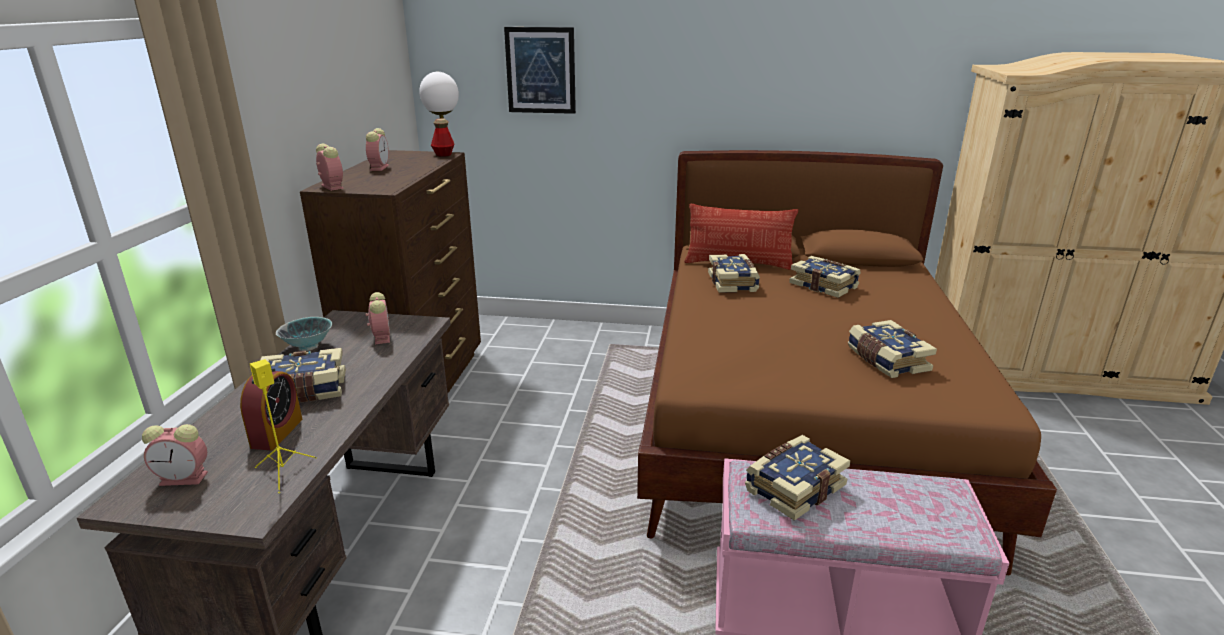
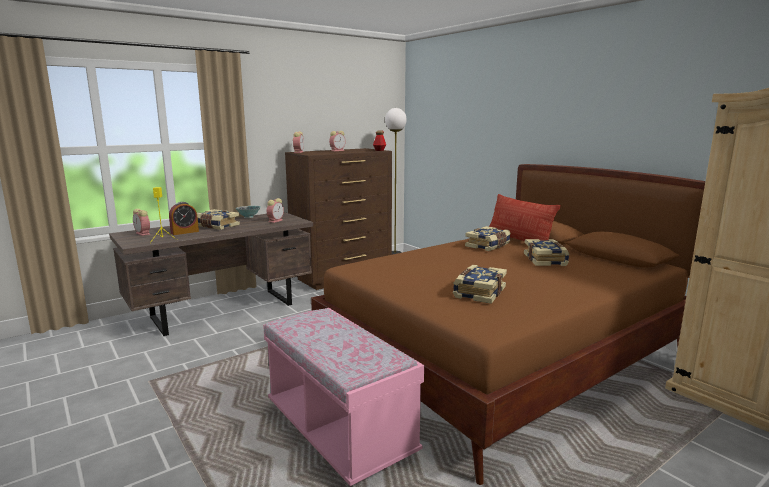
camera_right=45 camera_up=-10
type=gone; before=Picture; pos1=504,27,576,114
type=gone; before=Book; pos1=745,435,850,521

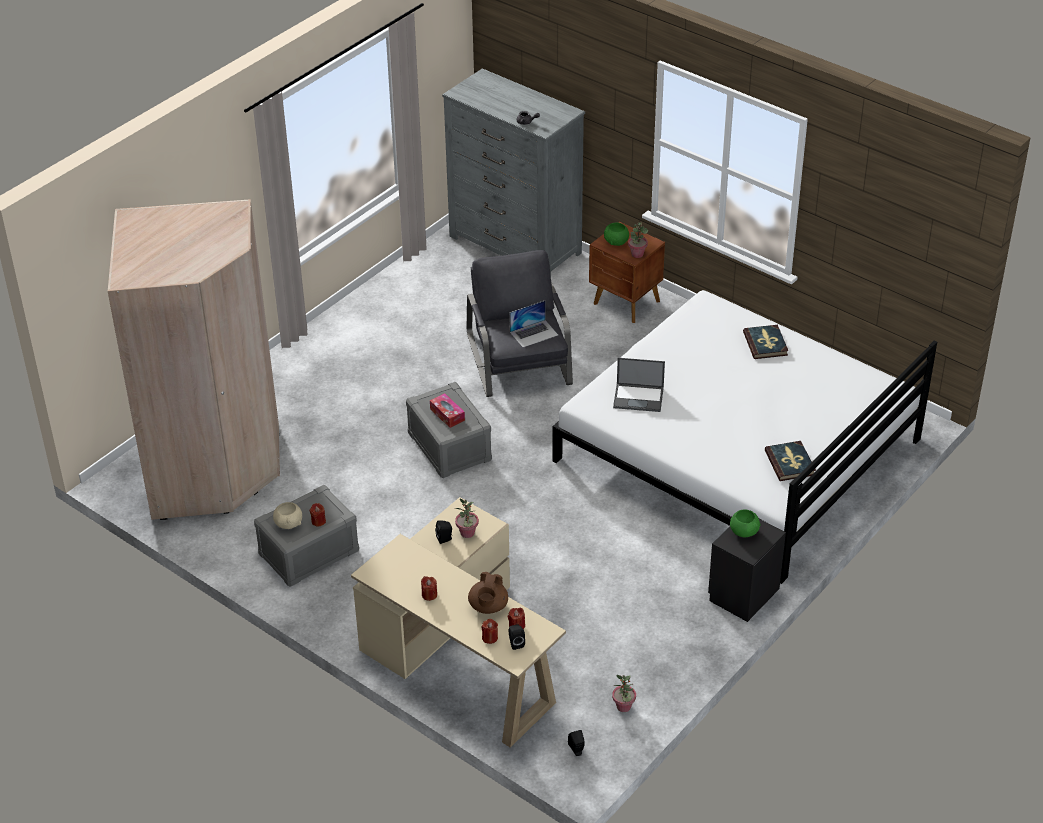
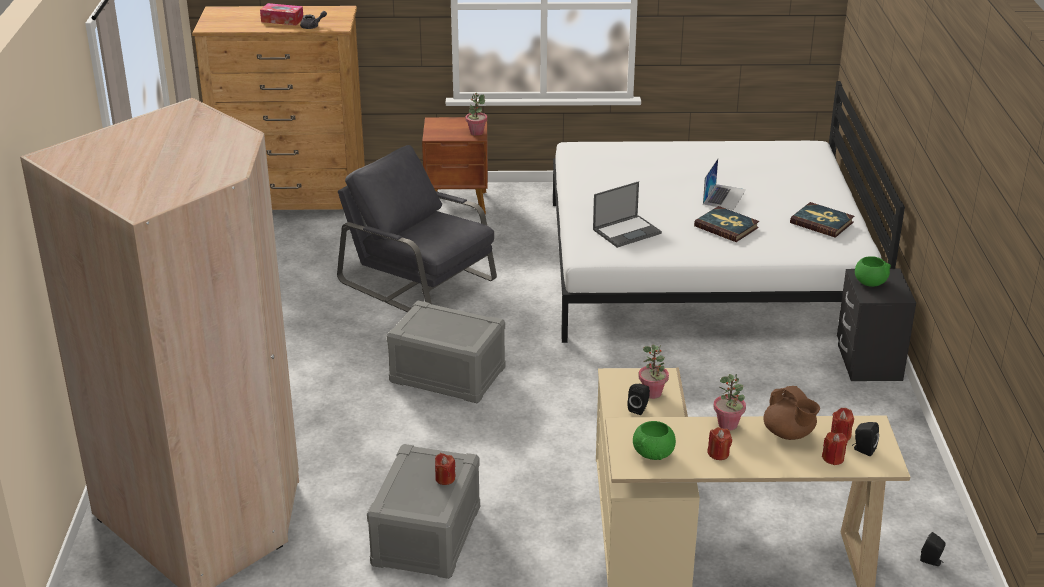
camera_right=-40 camera_up=-10
type=repainted; before=GreyDresser; after=BrownDresser; pos1=442,68,585,275; pos2=192,6,365,210
type=shifted; before=TissueBox; pos1=430,393,465,428; pos2=260,3,303,25
type=shifted; before=GreenBowl; pos1=604,222,629,246; pos2=633,421,676,460
type=shifted; before=Book; pos1=743,325,788,359; pos2=694,206,759,242
type=shifted; before=Laptop; pos1=510,300,558,347; pos2=703,159,746,210
type=shifted; before=PottedPlant; pos1=612,675,636,712; pos2=713,374,746,431
type=gone; before=BeigeBowl; pos1=273,502,302,529

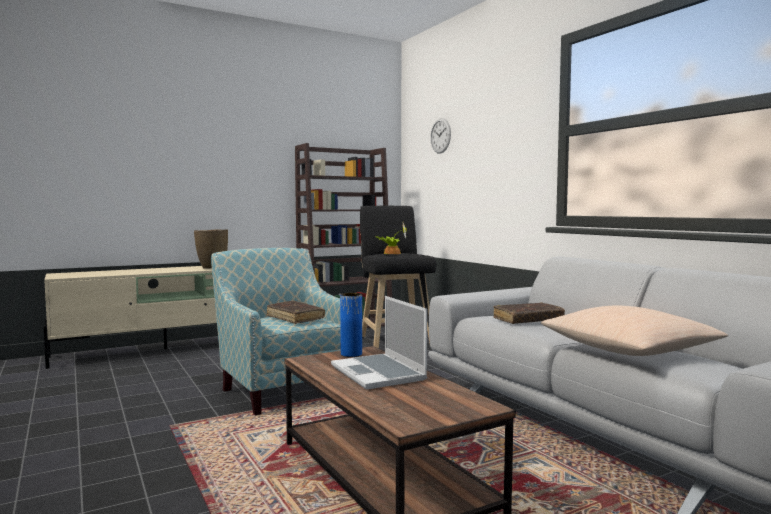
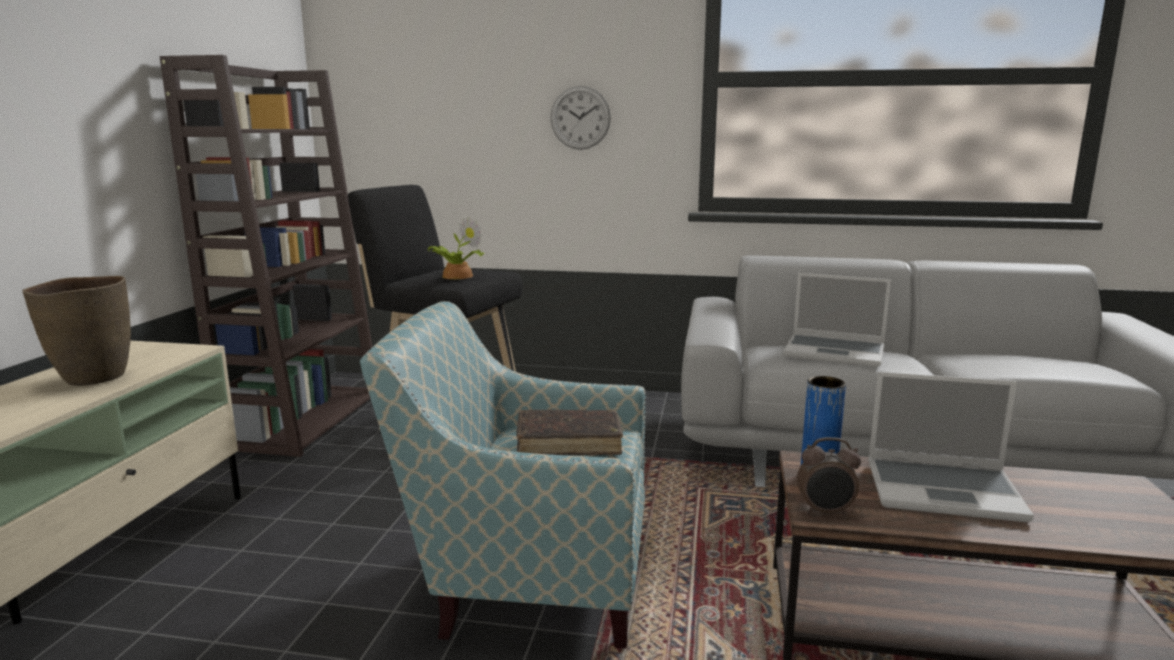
camera_right=-50 camera_up=10
type=shifted; before=WallClock; pos1=430,118,451,154; pos2=550,86,611,150
type=swapped; before=BrownBook; after=Laptop; pos1=493,302,565,324; pos2=783,273,891,367
type=new; after=AlarmClock; pos2=797,437,861,516
type=gone; before=BeigePillow; pos1=541,306,728,356

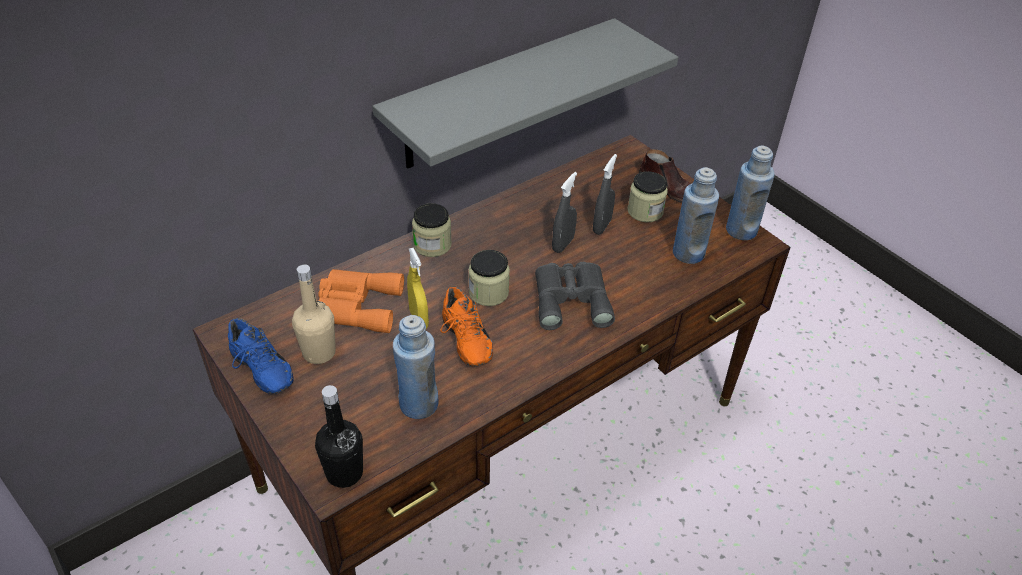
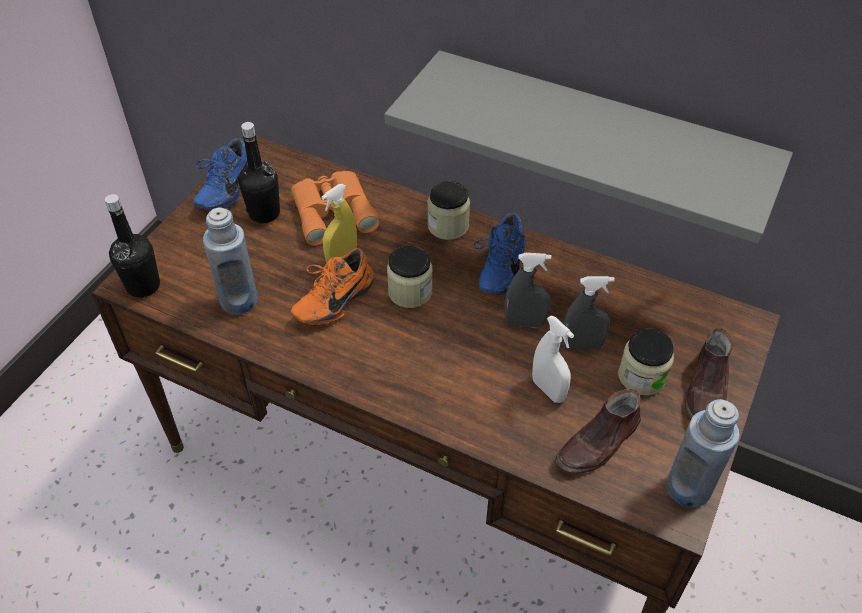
camera_right=65 camera_up=5
type=repainted; before=BeigeBottle; after=BlackBottle; pos1=292,264,336,364; pos2=238,122,280,223
type=new; after=BlueShoe; pos2=473,212,525,295
type=new; after=WhiteSprayBottle; pos2=532,315,574,403
type=swapped; before=BlueBottle; after=BrownShoe; pos1=673,167,719,264; pos2=556,389,641,473
type=gone; before=GreyBinoculars; pos1=535,262,615,330

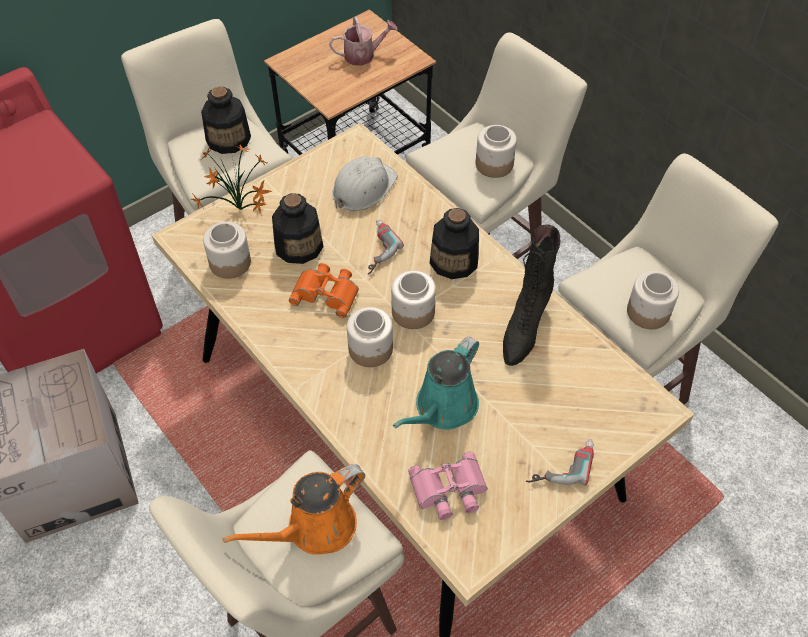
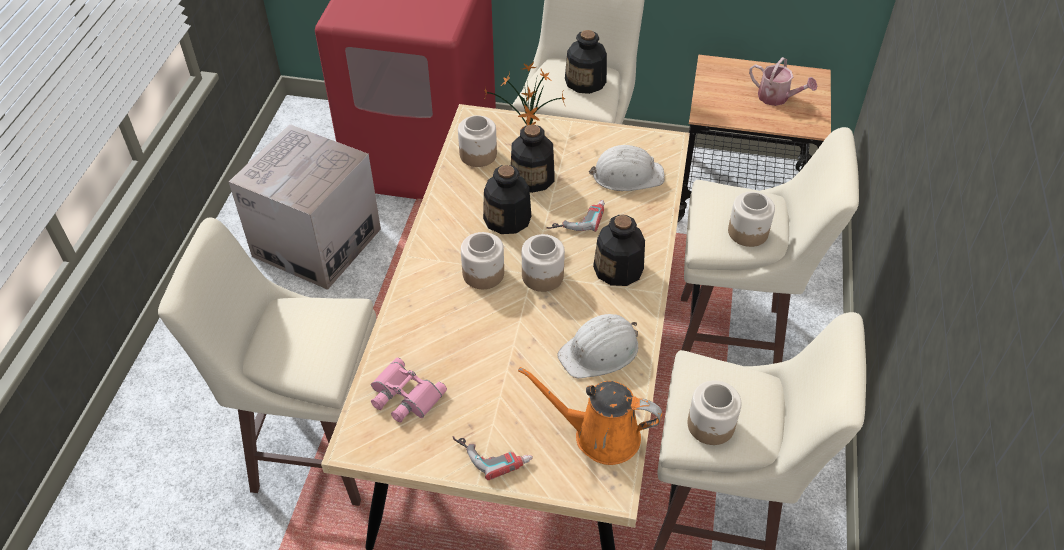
camera_right=50 camera_up=-5
type=swapped; before=OrangeBinoculars; after=Bottle; pos1=289,263,359,318; pos2=483,165,531,234
type=shifted; before=OrangeWateringCan; pos1=222,464,365,555; pos2=518,367,662,465
type=swapped; before=BlackBoot; after=WhiteHardHat; pos1=503,225,560,366; pos2=558,314,638,378
type=gone; before=TurquoiseWateringCan; pos1=393,337,479,430

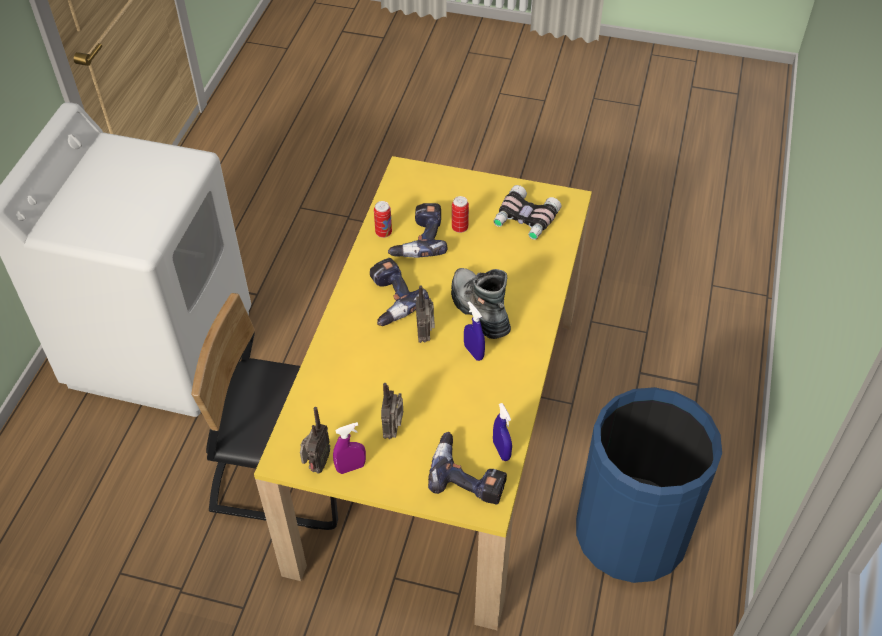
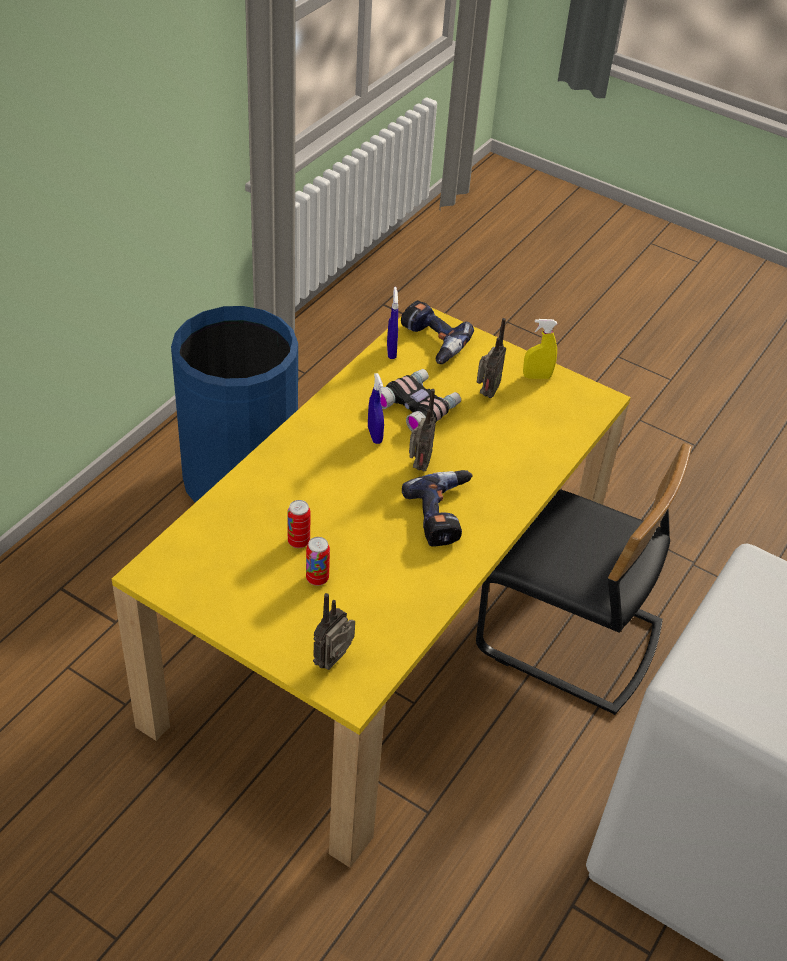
camera_right=-165 camera_up=-5
type=shifted; before=Can; pos1=374,201,392,238; pos2=288,500,311,548
type=shifted; before=Radio; pos1=300,407,330,474; pos2=313,593,355,670
type=shifted; before=Binoculars; pos1=493,185,562,240; pos2=381,369,461,431
type=repainted; before=PurpleSprayBottle; after=YellowSprayBottle; pos1=333,422,366,474; pos2=523,319,557,379
type=gone; before=PowerDrill; pos1=388,203,448,258
type=gone; before=Boot; pos1=451,268,511,339

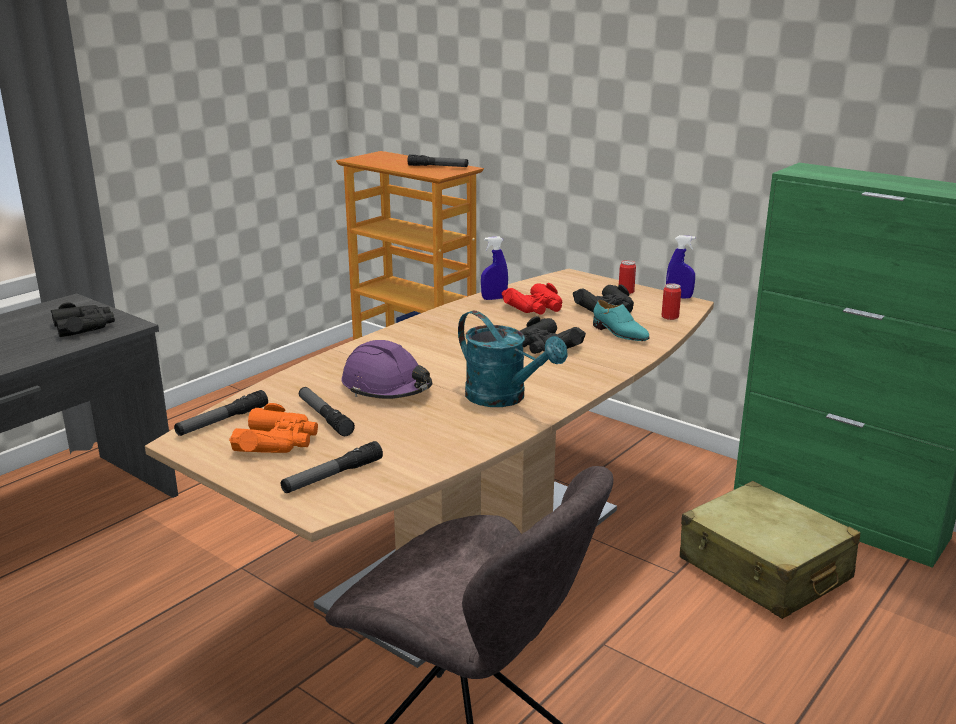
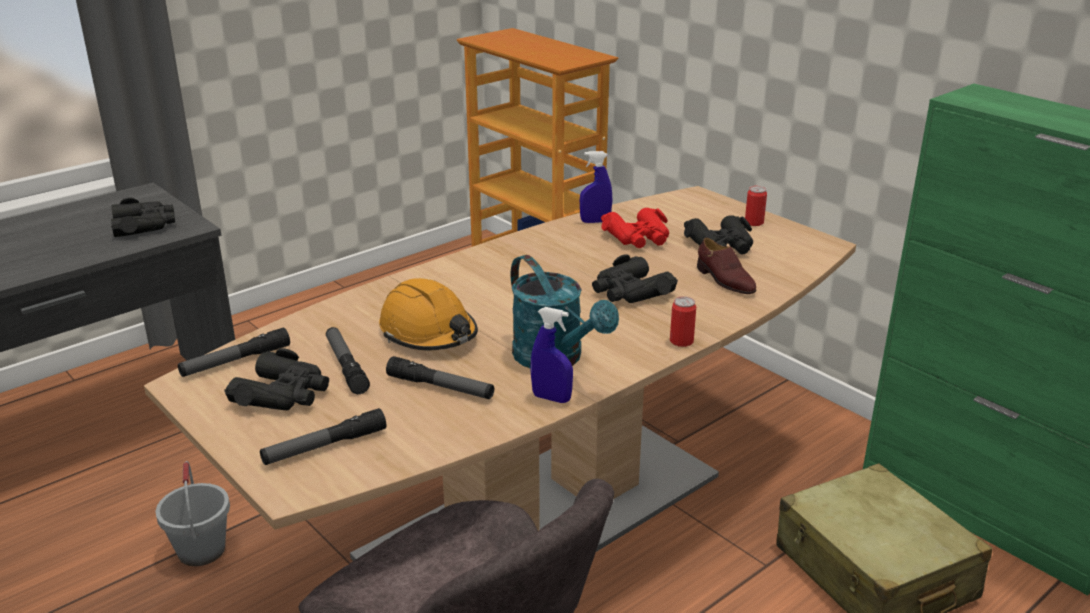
camera_right=10 camera_up=5
type=new; after=GreyBucket; pos2=155,461,230,566
type=repainted; before=OrangeBinoculars; after=BlackBinoculars; pos1=229,403,318,453; pos2=224,348,329,410
type=repainted; before=PurpleHardHat; after=OrangeHardHat; pos1=341,340,432,399; pos2=379,278,478,350
type=shifted; before=Flashlight; pos1=407,155,468,167; pos2=386,356,494,399
type=shifted; before=BlueSprayBottle; pos1=666,235,695,299; pos2=530,307,573,403
type=shifted; before=Can; pos1=662,283,681,320; pos2=670,296,696,347
type=repainted; before=TurquoiseShoe; after=BrownShoe; pos1=593,300,650,341; pos2=697,238,756,294

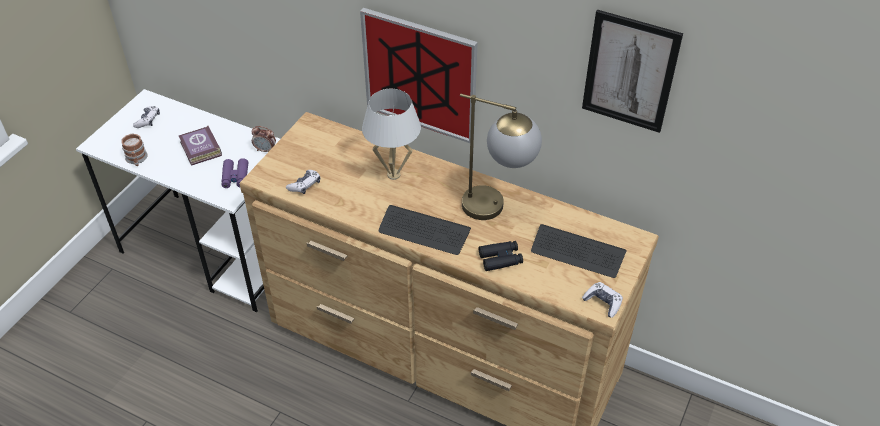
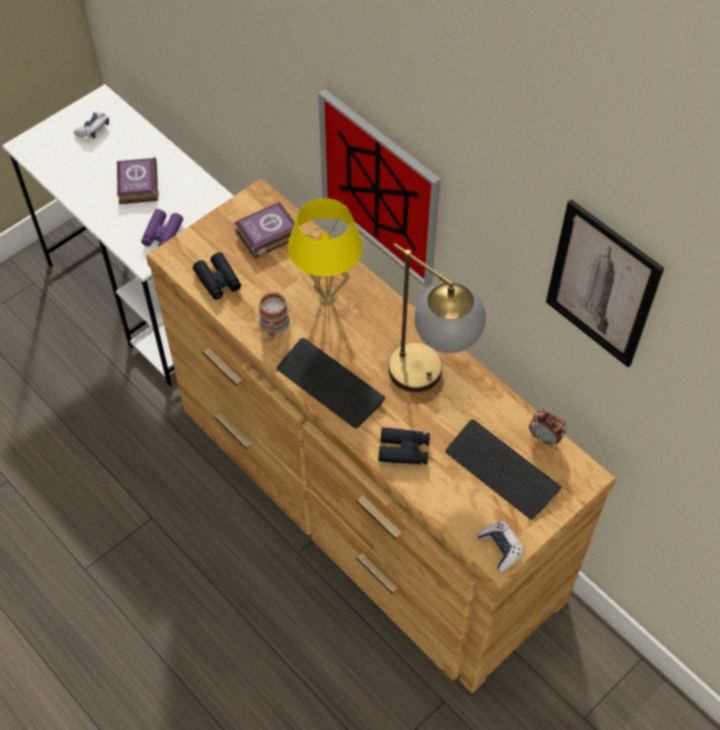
camera_right=20 camera_up=10
type=swapped; before=GameController; after=BlackBinoculars; pos1=286,170,320,194; pos2=193,253,241,300
type=new; after=Book; pos2=234,202,295,258
type=shifted; before=Mug; pos1=121,134,148,166; pos2=259,292,290,340
type=repainted; before=WhiteTableLamp; after=YellowTableLamp; pos1=362,89,421,180; pos2=288,198,363,304
type=shifted; before=AlarmClock; pos1=252,126,276,152; pos2=529,409,566,447

